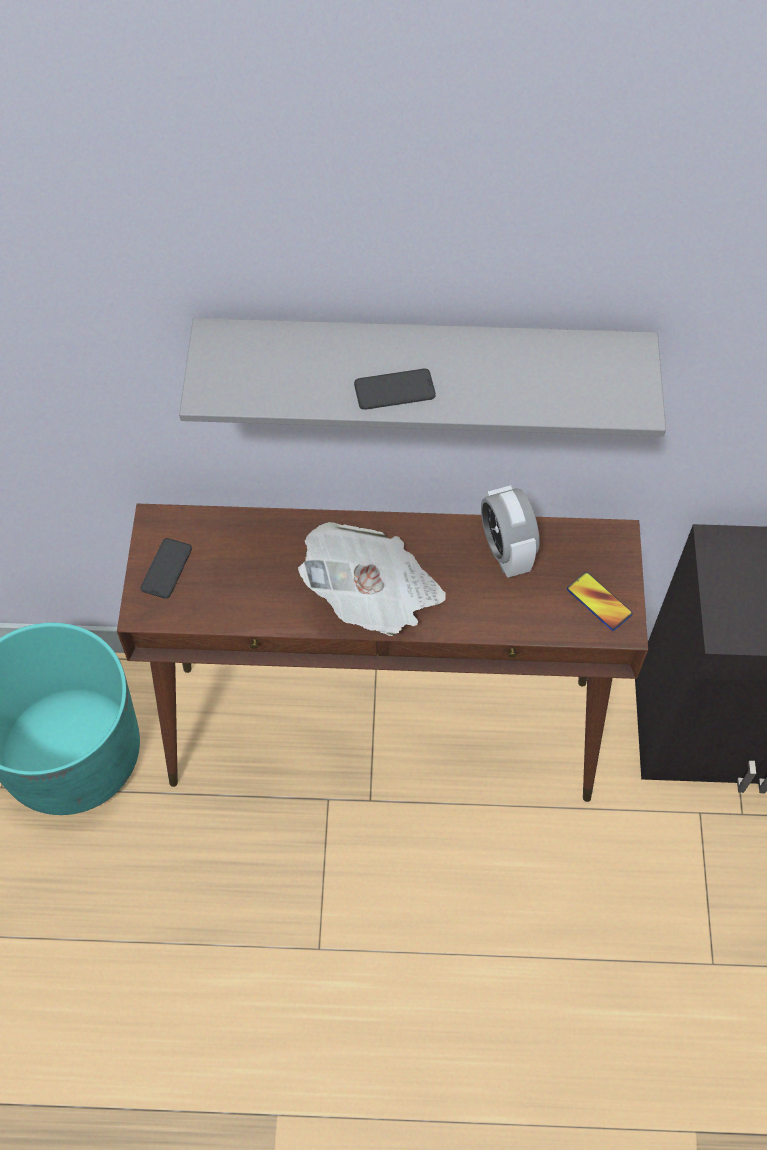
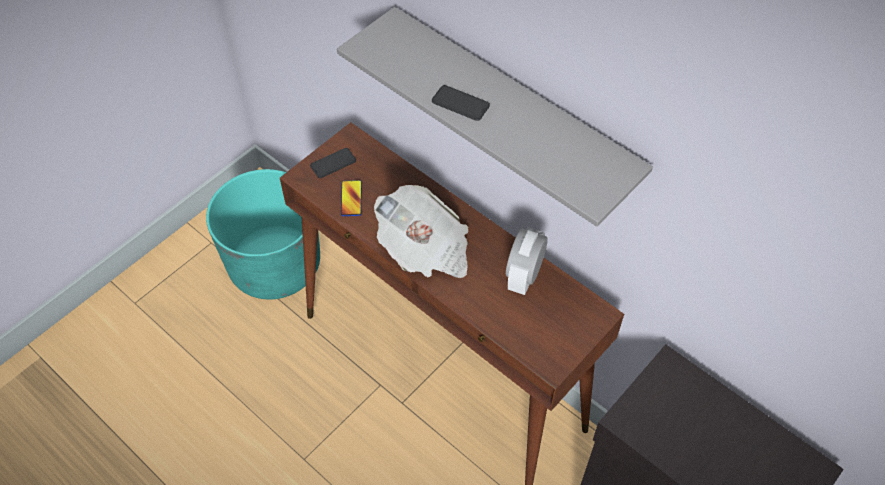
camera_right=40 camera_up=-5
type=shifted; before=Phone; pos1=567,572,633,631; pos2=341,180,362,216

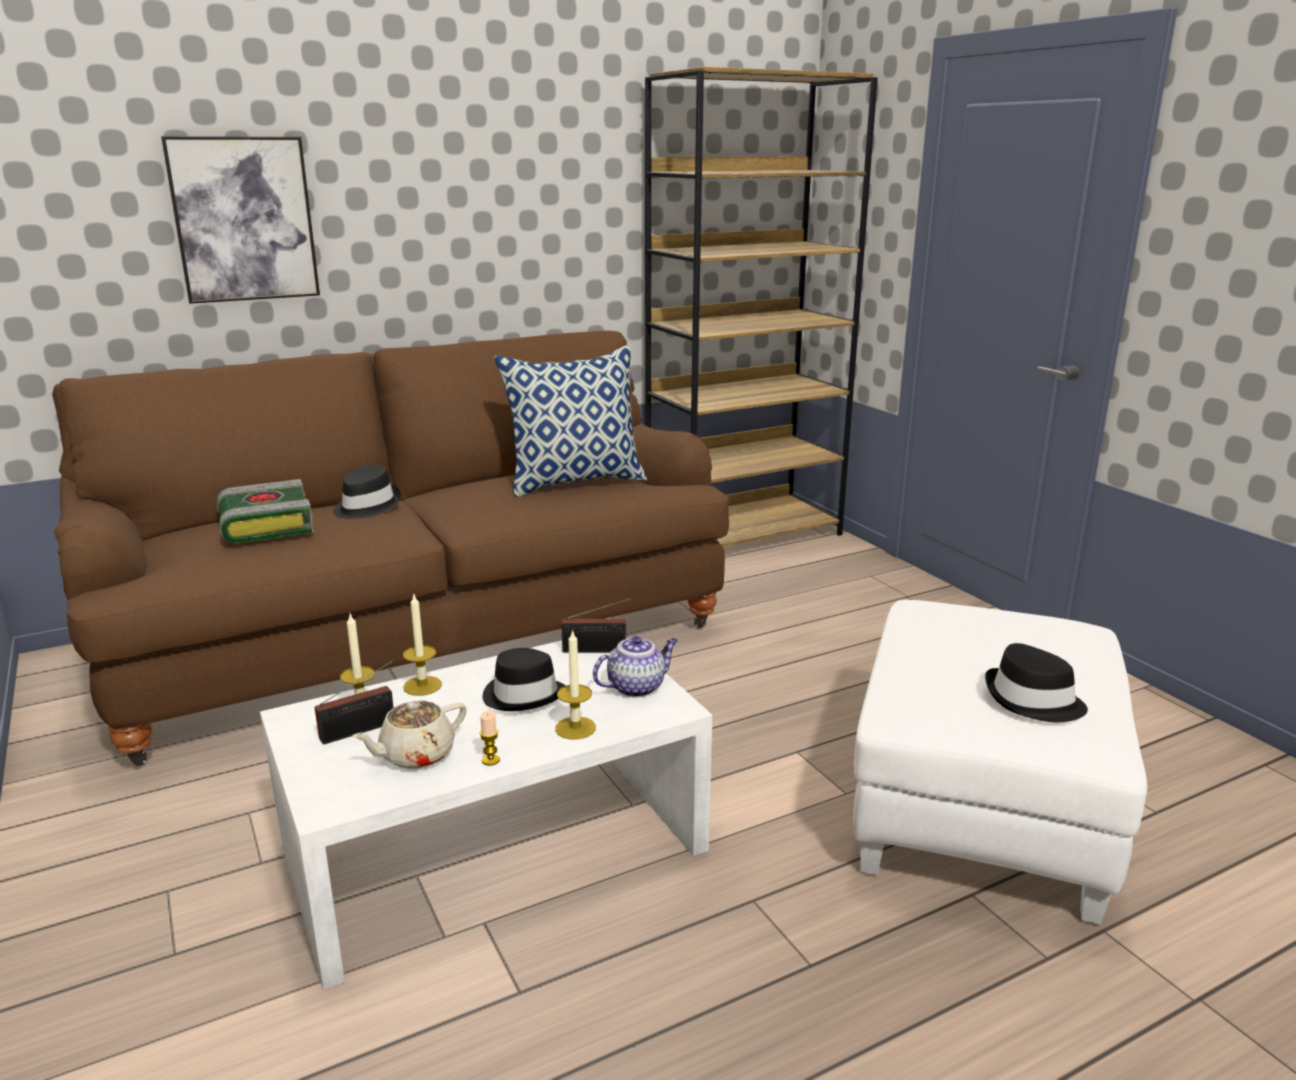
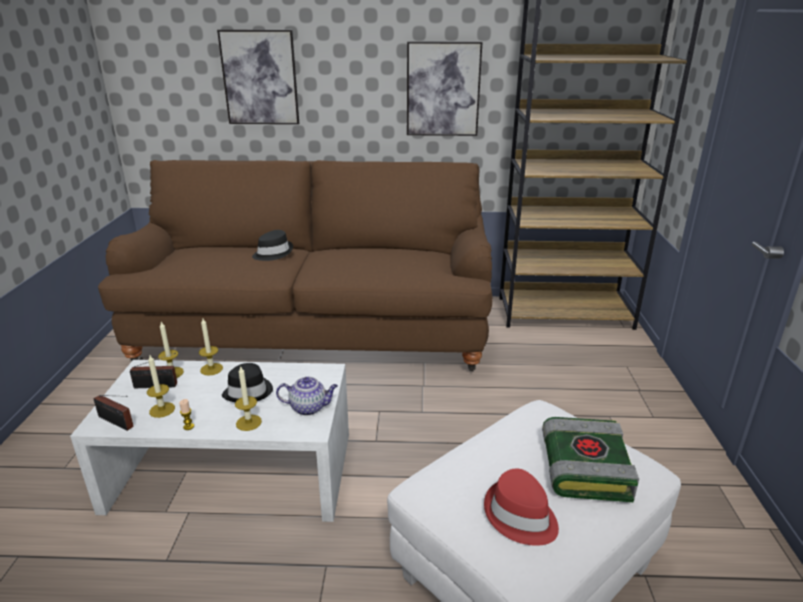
camera_right=30 camera_up=5
type=shifted; before=Radio; pos1=561,598,634,653; pos2=94,395,134,431
type=swapped; before=BeigeTeapot; after=Candle; pos1=352,700,467,769; pos2=147,355,175,418
type=new; after=Picture; pos2=407,42,482,136
type=repainted; before=BlackHat; after=RedHat; pos1=985,643,1088,722; pos2=484,469,559,546
type=shifted; before=Book; pos1=217,479,314,543; pos2=542,417,639,502
type=gone; before=Pillow; pos1=494,345,647,497

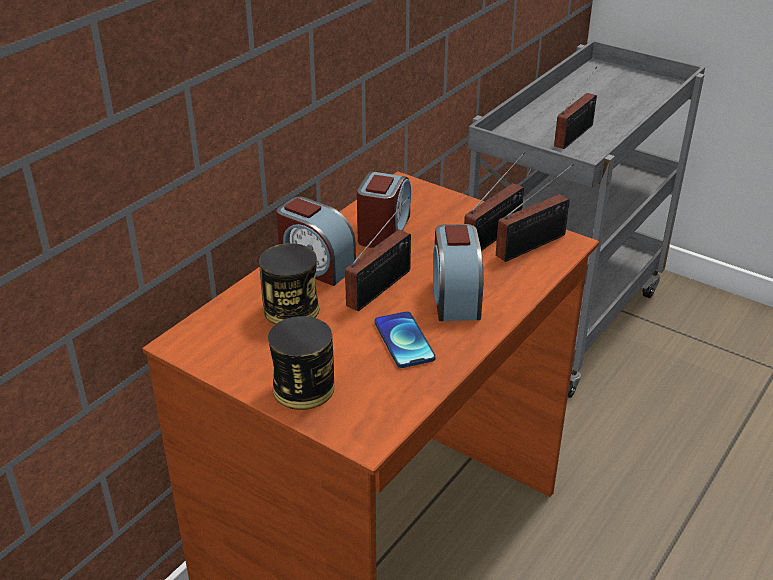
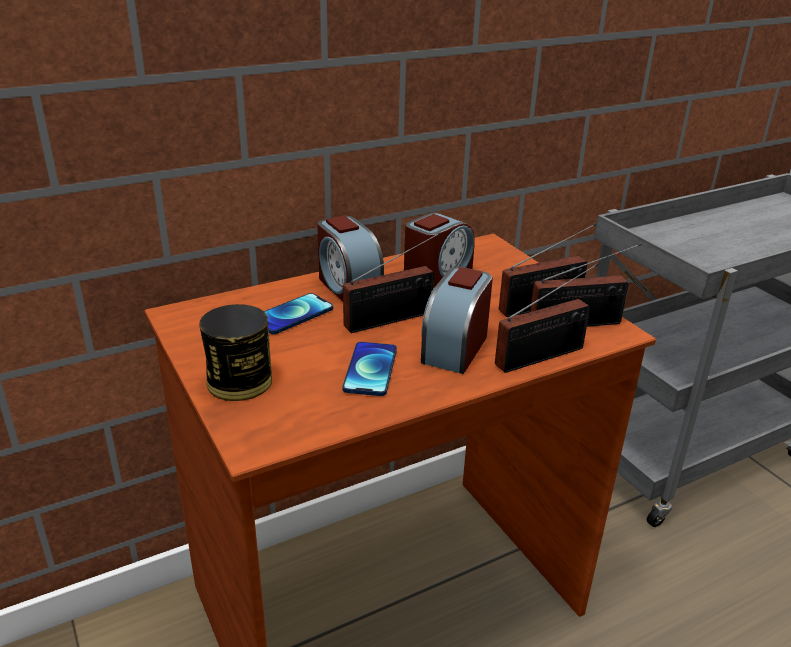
camera_right=25 camera_up=-5
type=swapped; before=Can; after=Phone; pos1=259,243,319,324; pos2=264,293,333,334
type=shifted; before=Radio; pos1=554,67,597,149; pos2=495,263,599,373

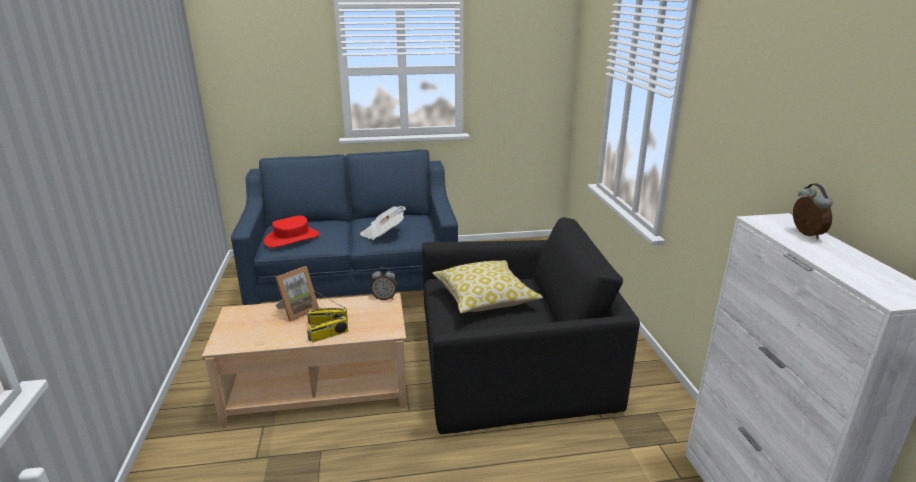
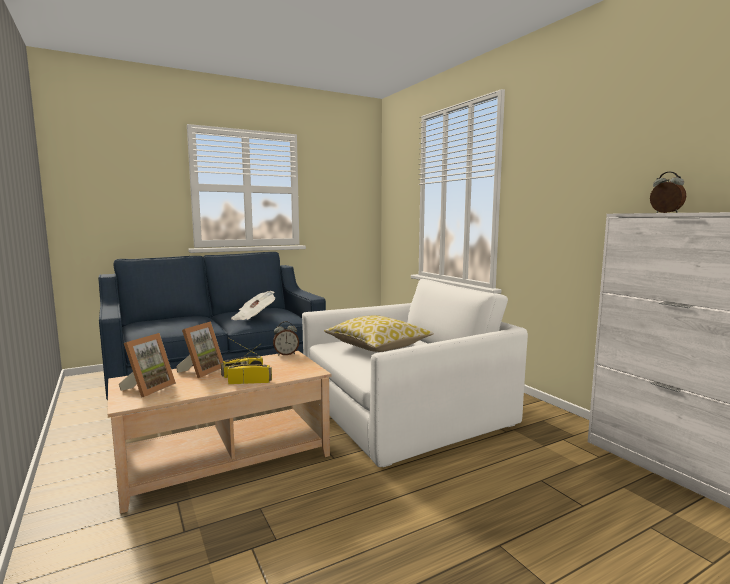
camera_right=-20 camera_up=-15
type=new; after=PictureFrame; pos2=119,333,176,398
type=rotated; before=Radio; pos1=307,305,348,343; pos2=227,343,272,384; turn=-135
type=repainted; before=BlackArmchair; after=WhiteArmchair; pos1=422,217,640,434; pos2=302,279,528,467
type=gone; before=RedHat; pos1=264,215,320,247

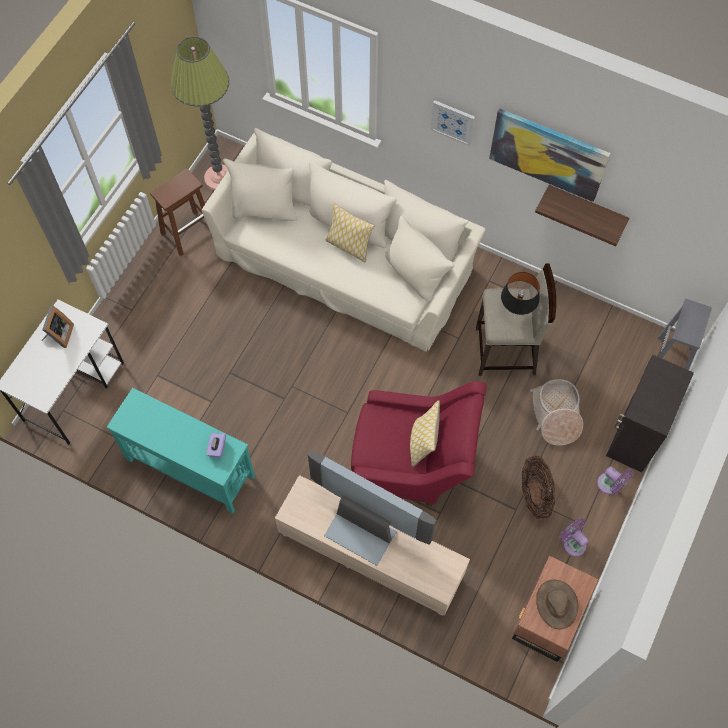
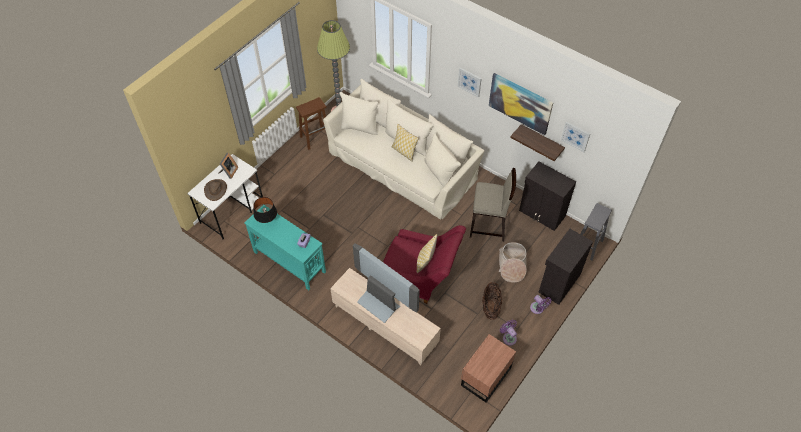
camera_right=10 camera_up=-10
type=shifted; before=BrownHat; pos1=536,580,578,629; pos2=204,179,227,201
type=shifted; before=BlackTableLamp; pos1=501,272,540,315; pos2=253,197,277,223
type=new; after=BlackCabinet; pos2=519,162,576,231
type=new; after=Picture; pos2=561,121,590,152

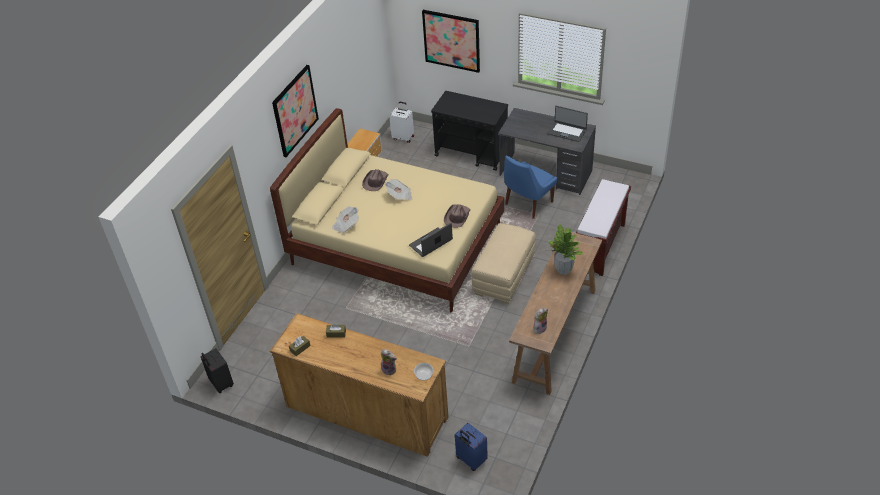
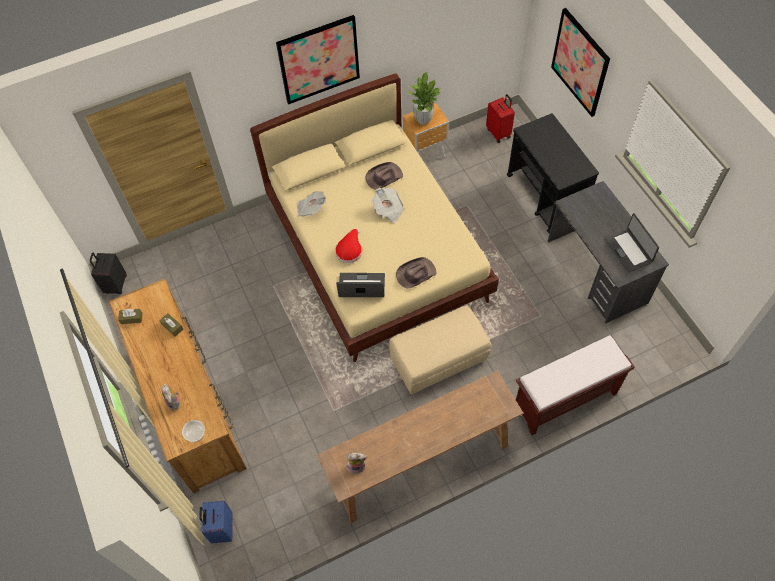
camera_right=40 camera_up=15
type=new; after=RedHat; pos2=335,229,362,263
type=shifted; before=PottedPlant; pos1=548,224,583,275; pos2=406,72,440,125
type=repainted; before=WhiteSuitcase; after=RedSuitcase; pos1=389,102,414,143; pos2=486,94,515,143
type=gone; before=BlueChair; pos1=504,155,557,219

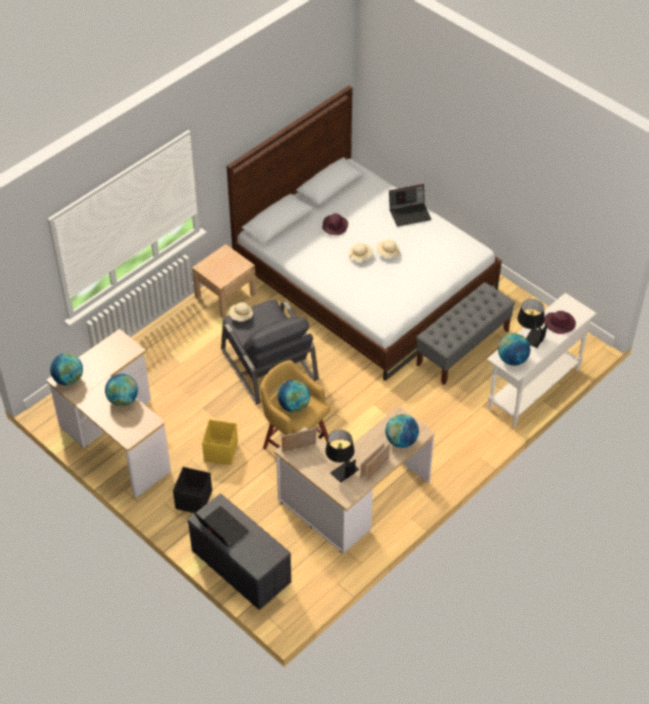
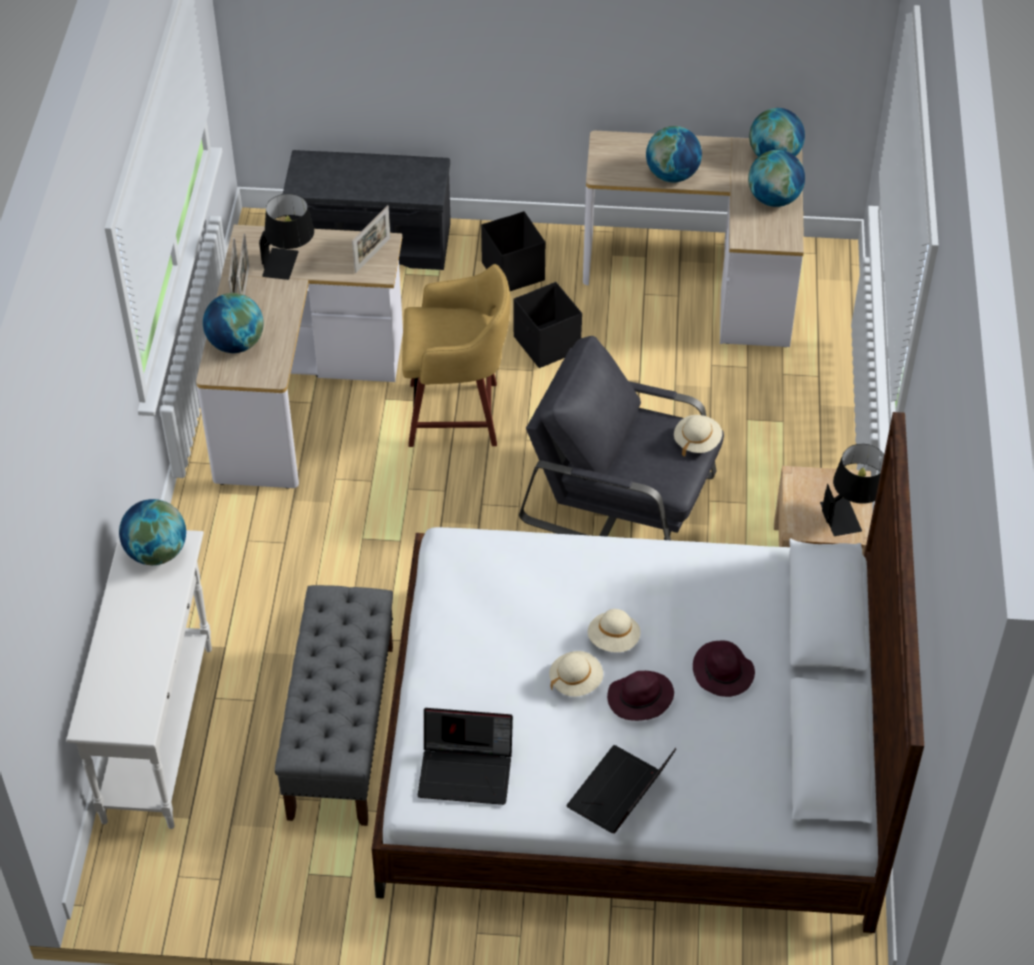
camera_right=140 camera_up=0
type=shifted; before=Laptop; pos1=193,506,249,548; pos2=418,708,513,805
type=repainted; before=YellowStorageBox; after=BlackStorageBox; pos1=202,419,238,465; pos2=514,282,582,368
type=shifted; before=PurpleHat; pos1=544,311,576,334; pos2=607,671,674,721
type=shifted; before=Globe; pos1=278,380,310,412; pos2=748,150,805,207
type=shifted; before=BlackTableLamp; pos1=517,299,547,348; pos2=820,444,884,536

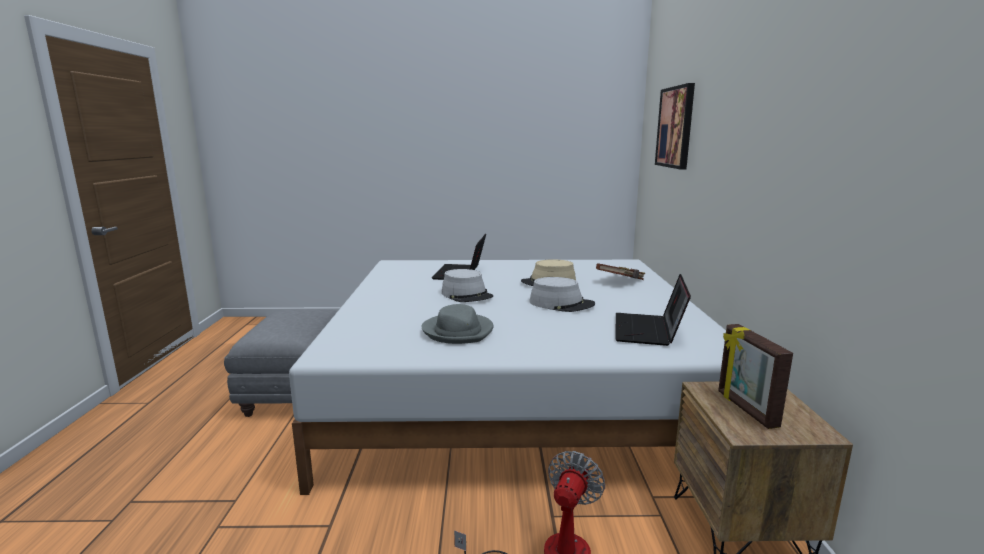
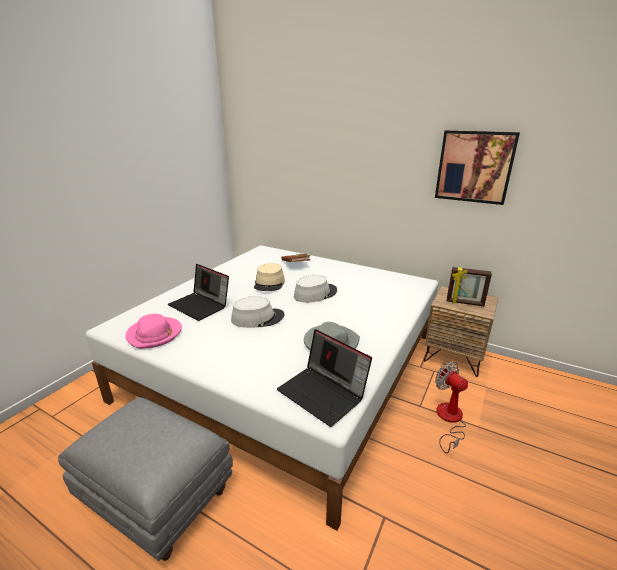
camera_right=-60 camera_up=10
type=new; after=PinkHat; pos2=126,314,182,349
type=shifted; before=Laptop; pos1=615,274,691,346; pos2=277,329,372,427
type=shifted; before=Picture; pos1=655,83,695,170; pos2=435,130,520,205

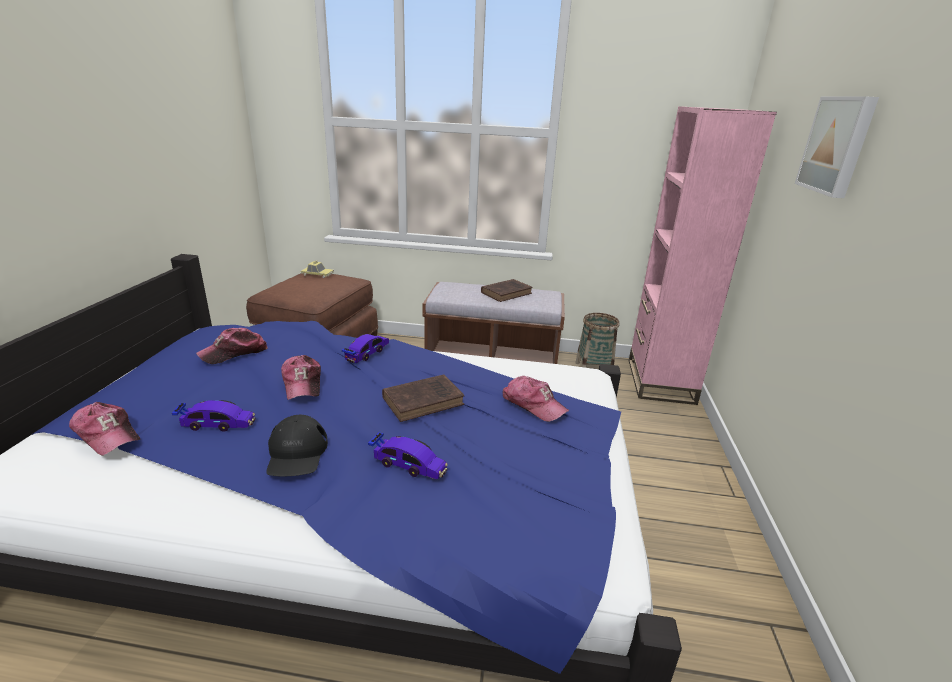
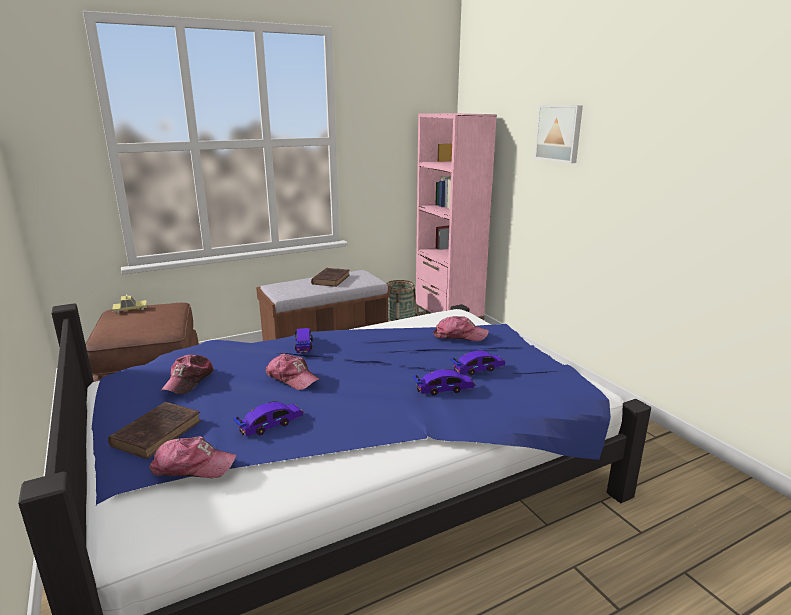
camera_right=-35 camera_up=-5
type=shifted; before=BrownBook; pos1=382,374,464,422; pos2=108,402,201,459
type=new; after=ToyCar; pos2=450,350,506,376
type=gone; before=BlackCap; pos1=266,415,328,477

